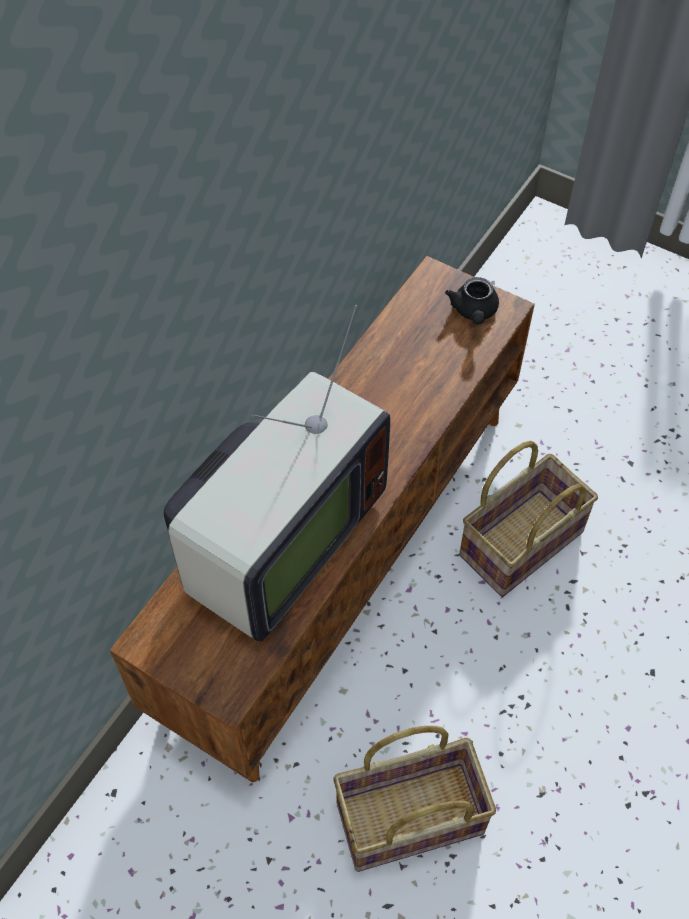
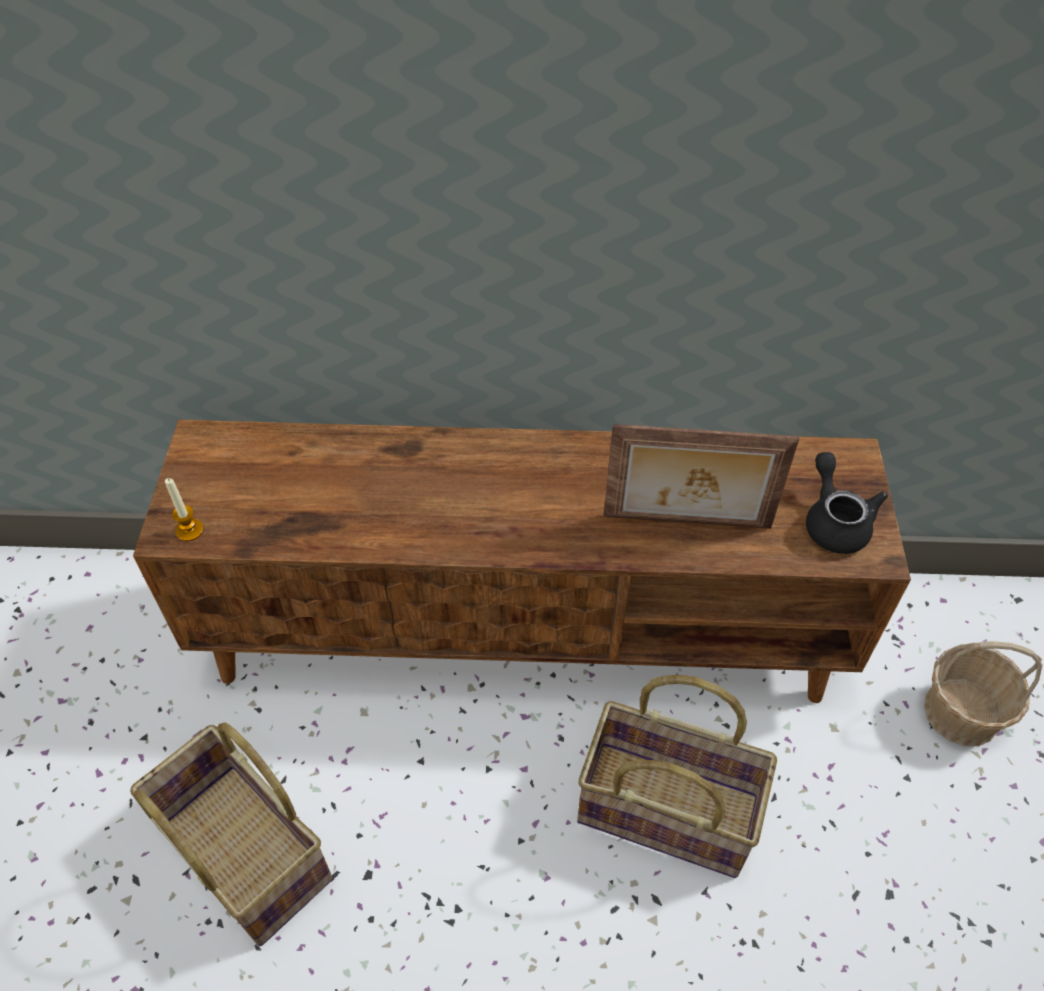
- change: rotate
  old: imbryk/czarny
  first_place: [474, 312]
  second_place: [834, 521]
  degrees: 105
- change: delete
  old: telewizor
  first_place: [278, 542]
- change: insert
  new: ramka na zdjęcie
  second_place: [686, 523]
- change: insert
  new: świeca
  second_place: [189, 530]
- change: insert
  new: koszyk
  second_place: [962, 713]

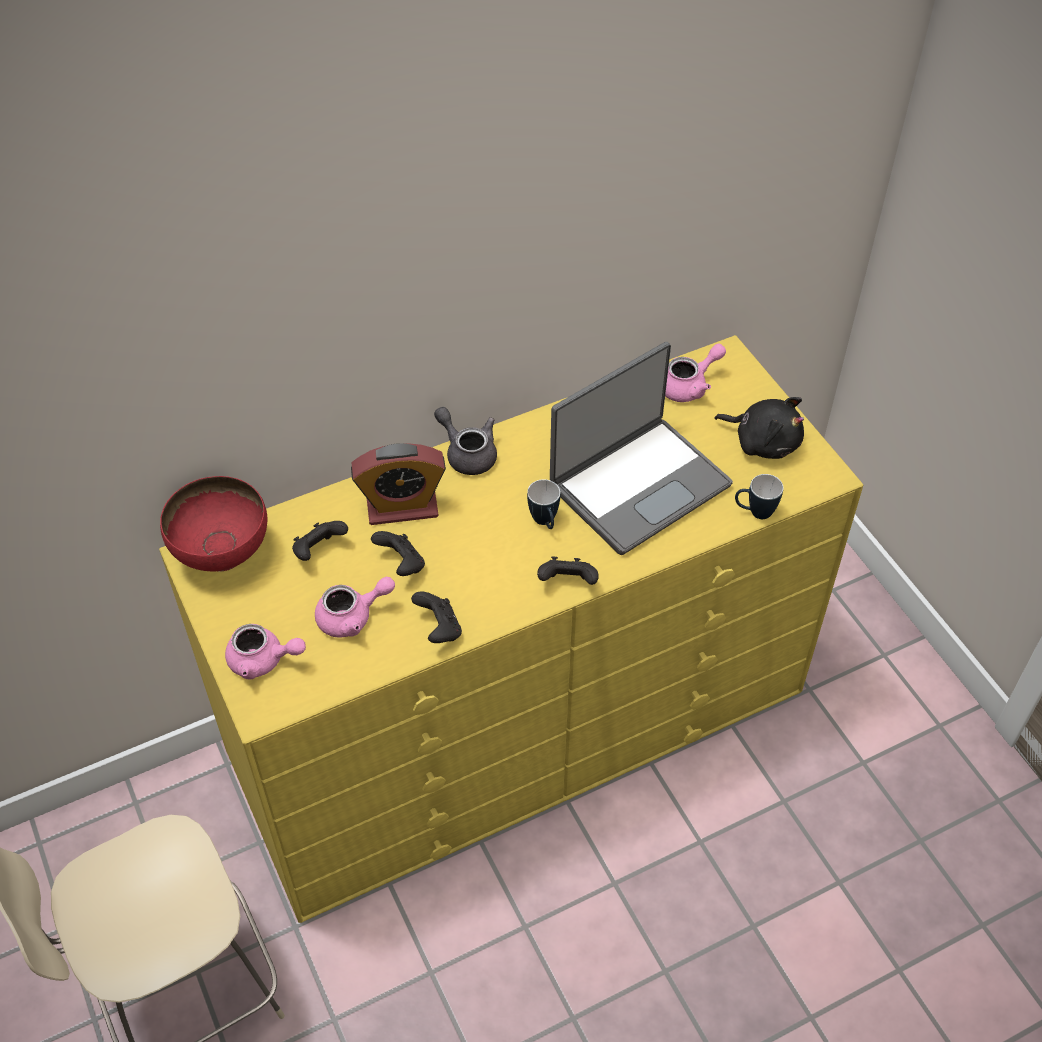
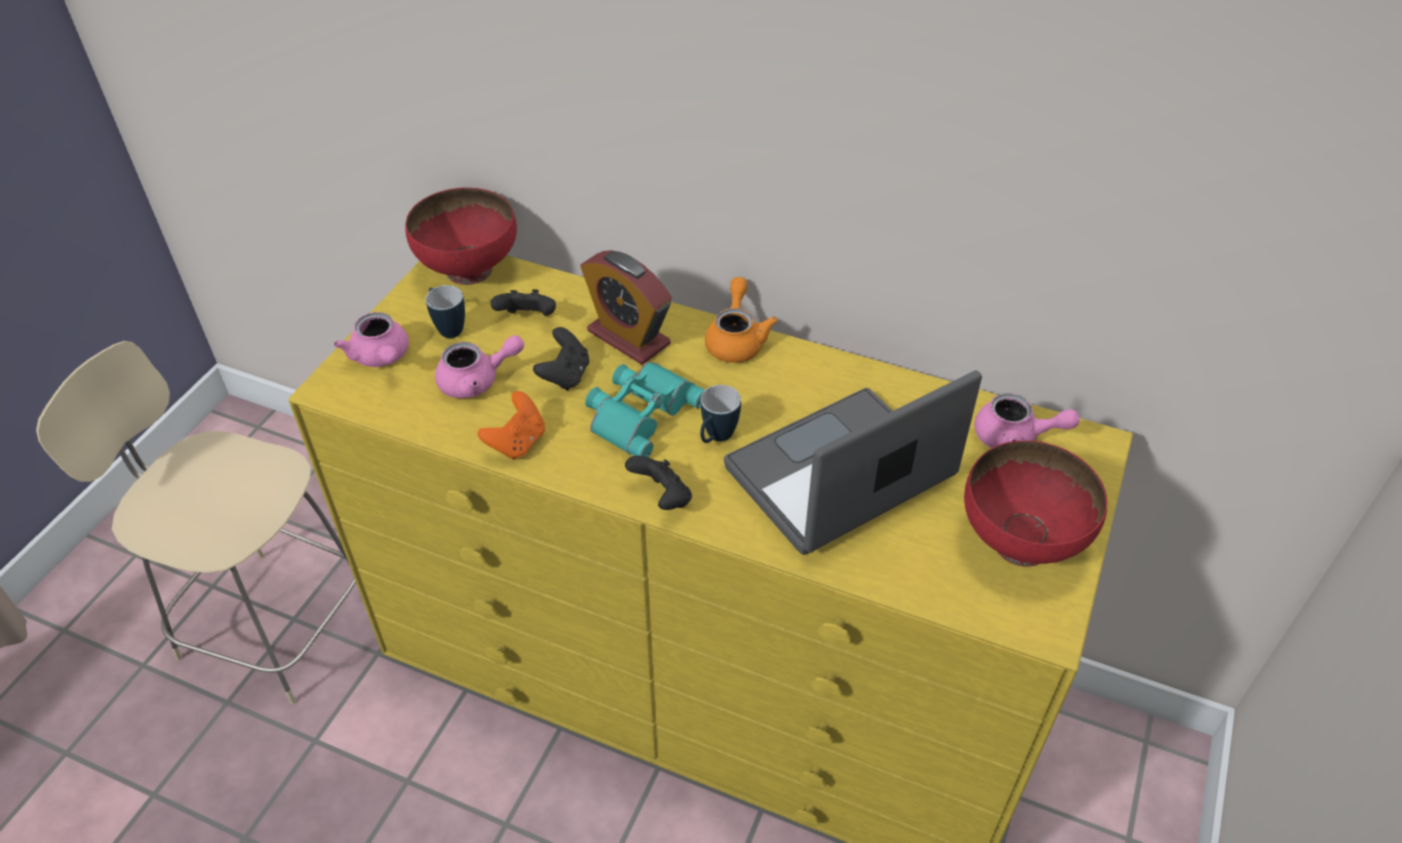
- change: rotate
  old: laptop
  first_place: [638, 484]
  second_place: [841, 476]
  degrees: 135
- change: replace
  old: pluszak/czarny
  new: miska/czerwony
  first_place: [763, 441]
  second_place: [1020, 541]
- change: recolor
  old: imbryk/szary
  new: imbryk/pomarańczowy
  first_place: [467, 453]
  second_place: [736, 340]
- change: move
  old: kubek
  first_place: [754, 512]
  second_place: [447, 328]
- change: rotate
  old: imbryk/różowy
  first_place: [352, 617]
  second_place: [477, 381]
  degrees: -45
- change: recolor
  old: pad do gier/czarny
  new: pad do gier/pomarańczowy
  first_place: [439, 629]
  second_place: [517, 442]
- change: insert
  new: lornetka/turkusowy
  second_place: [640, 412]

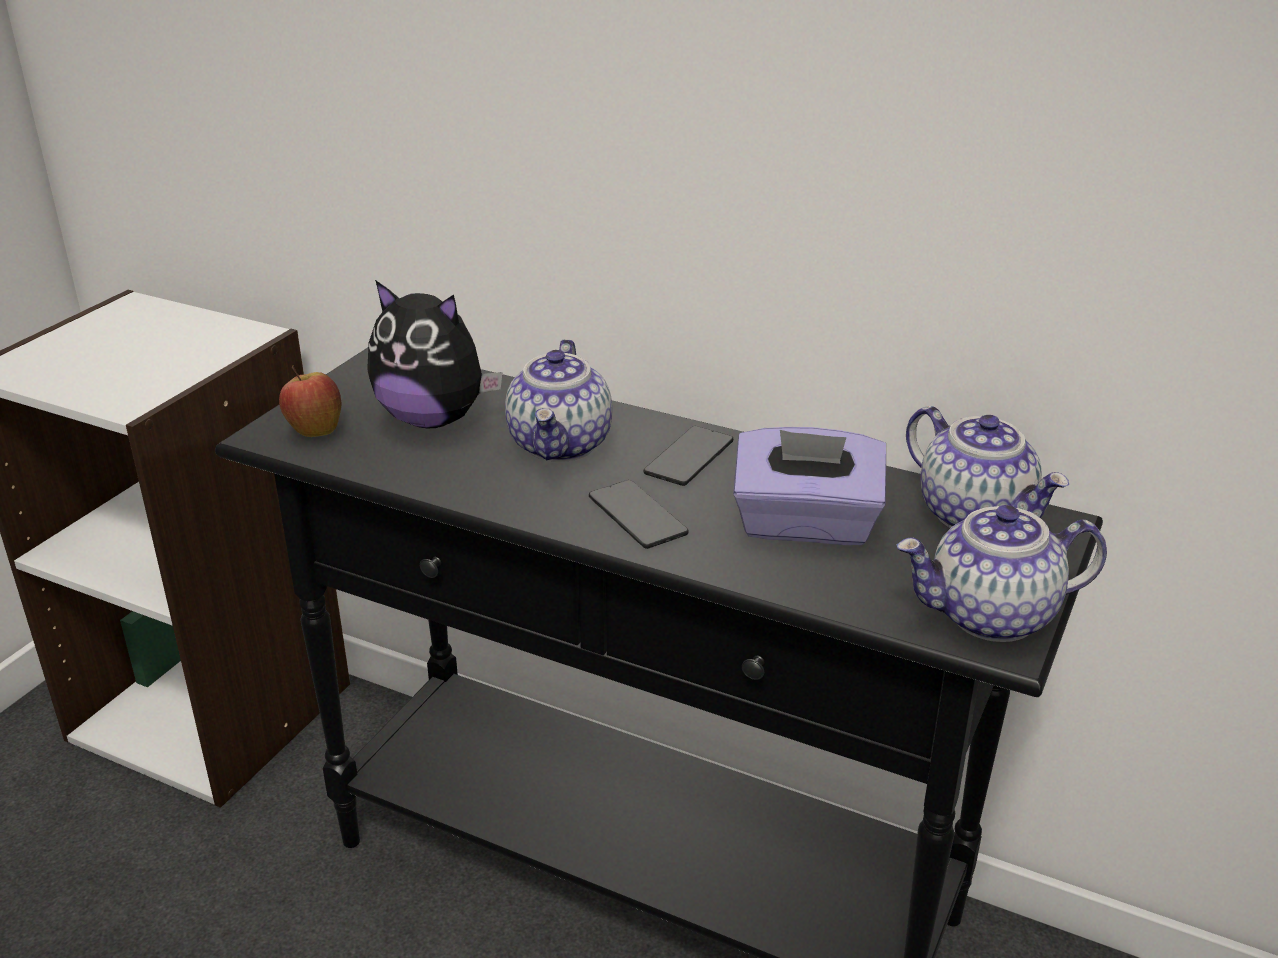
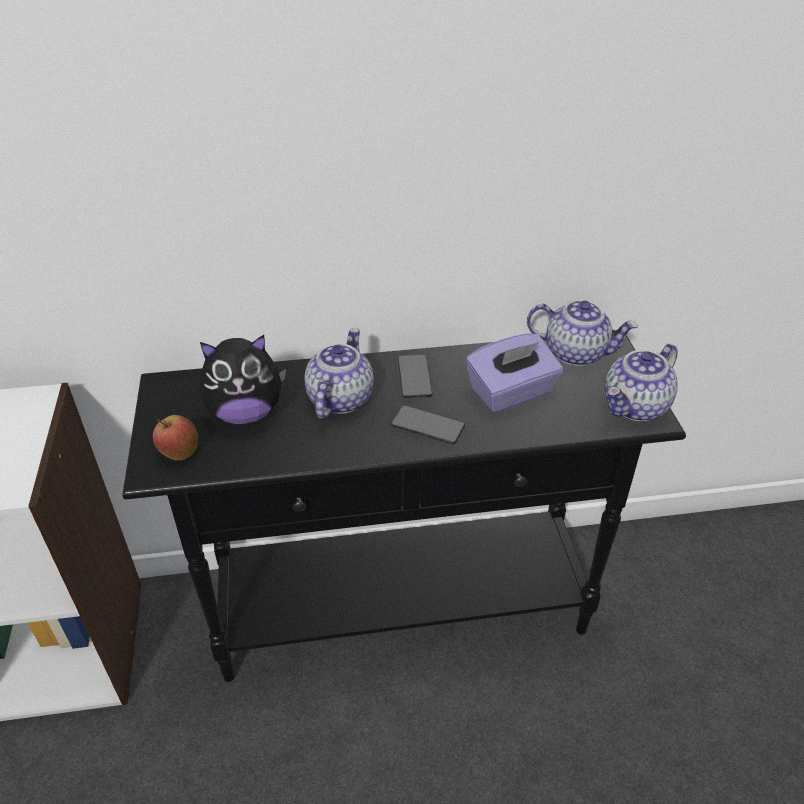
- change: rotate
  old: imbryk
  first_place: [561, 445]
  second_place: [339, 398]
  degrees: -135

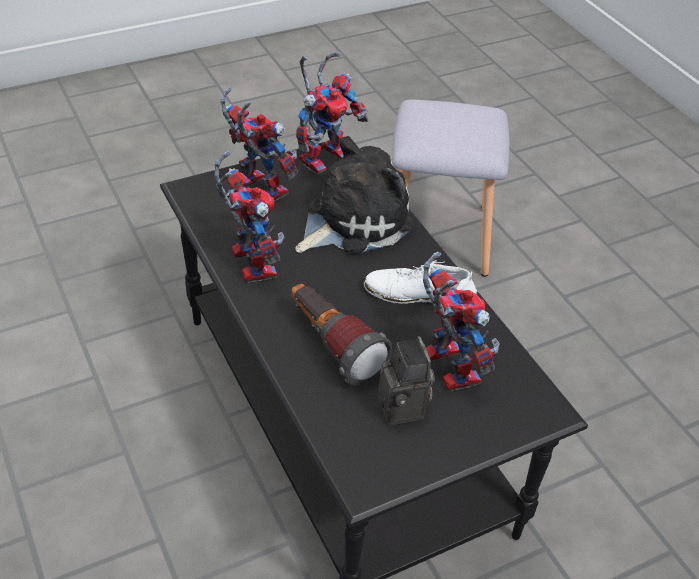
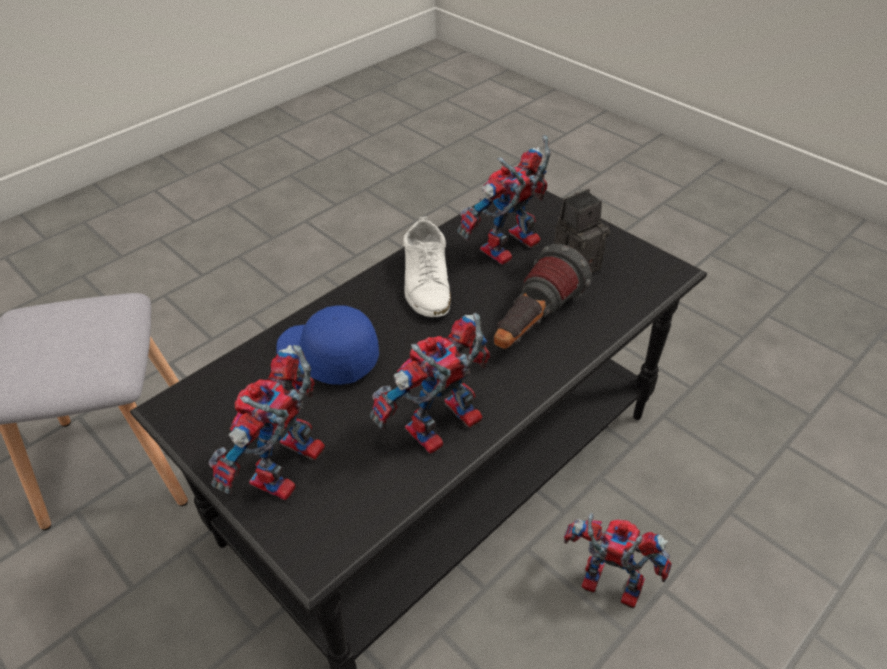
- change: move
  old: robot zabawkowy
  first_place: [324, 155]
  second_place: [605, 586]
- change: replace
  old: pluszak
  new: czapka z daszkiem/niebieski
  first_place: [352, 221]
  second_place: [327, 357]

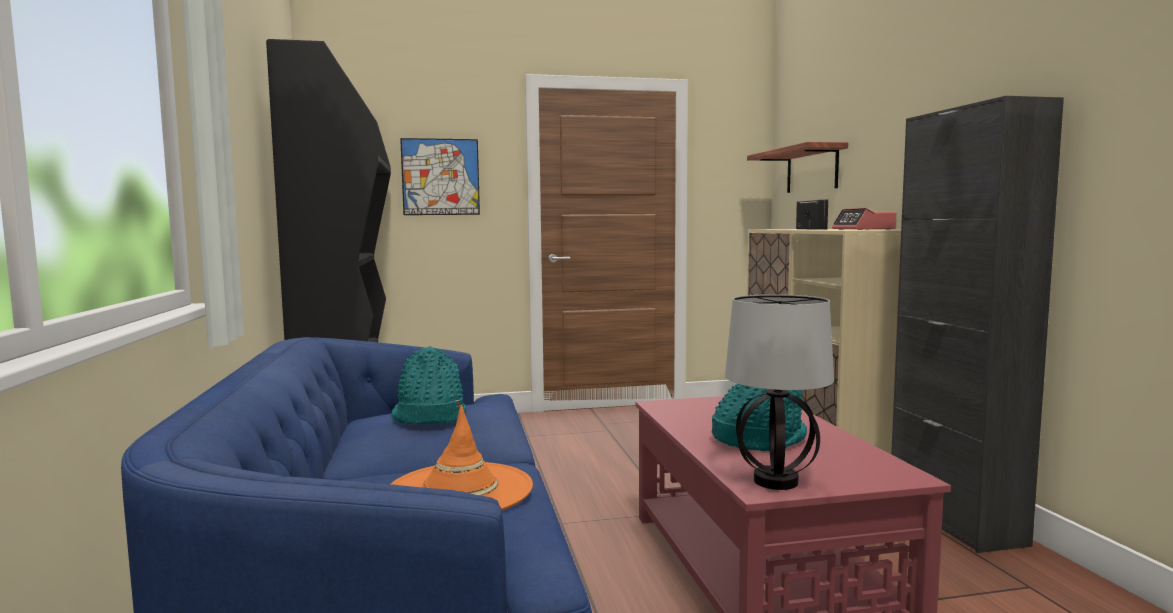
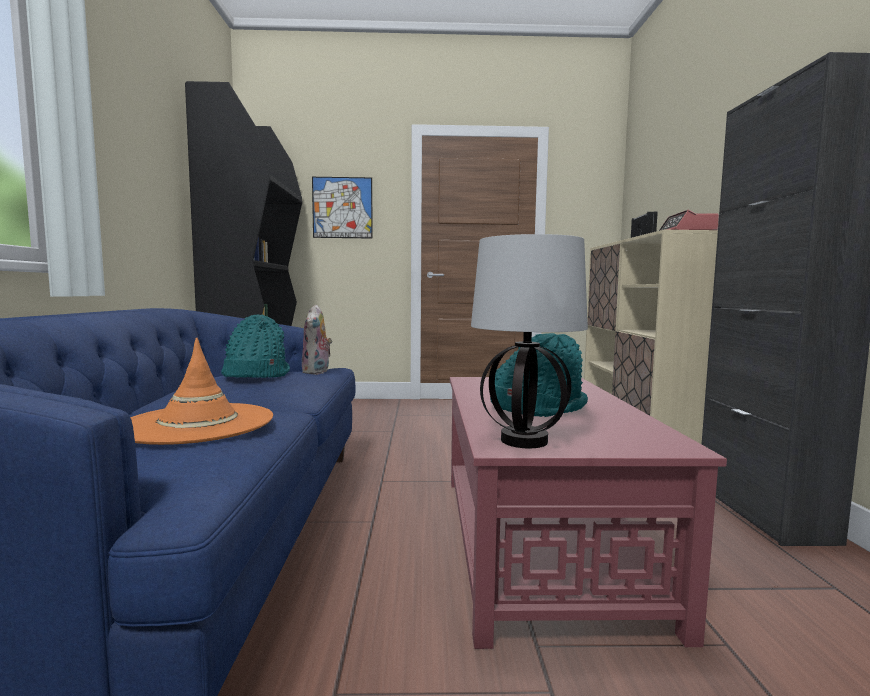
- change: delete
  old: półka
  first_place: [812, 170]
- change: insert
  new: pluszak
  second_place: [317, 372]

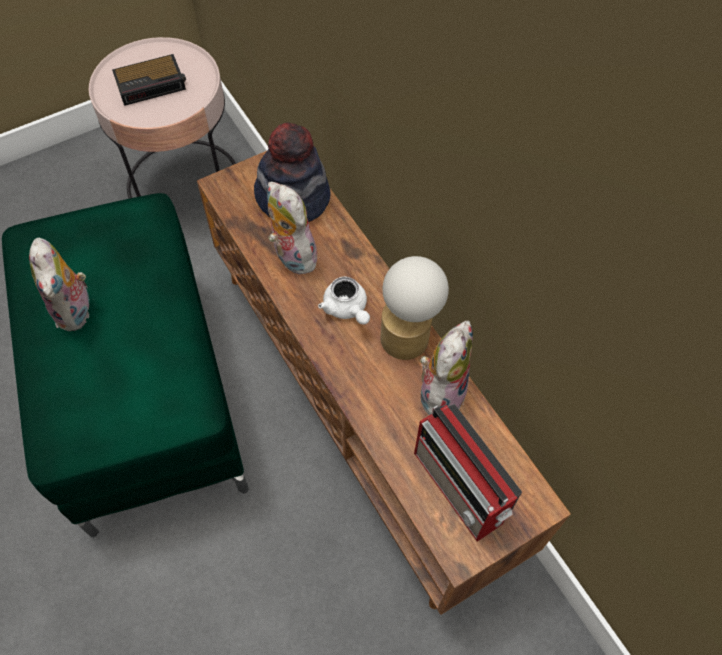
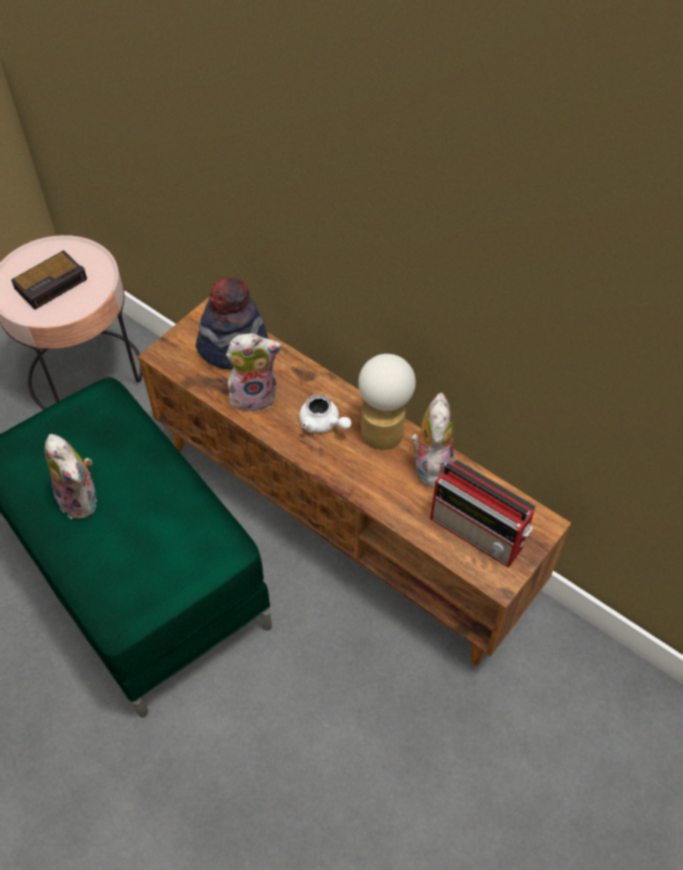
- change: rotate
  old: pluszak
  first_place: [291, 256]
  second_place: [254, 394]
  degrees: 135

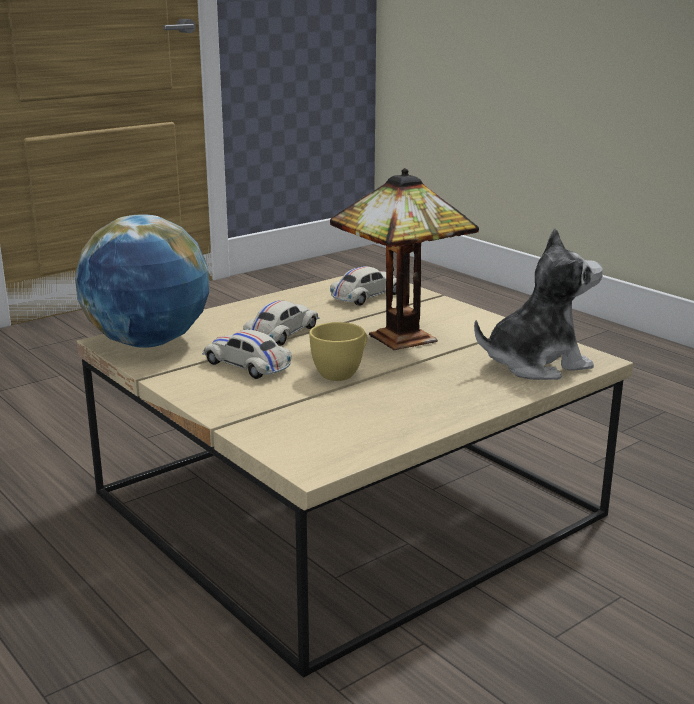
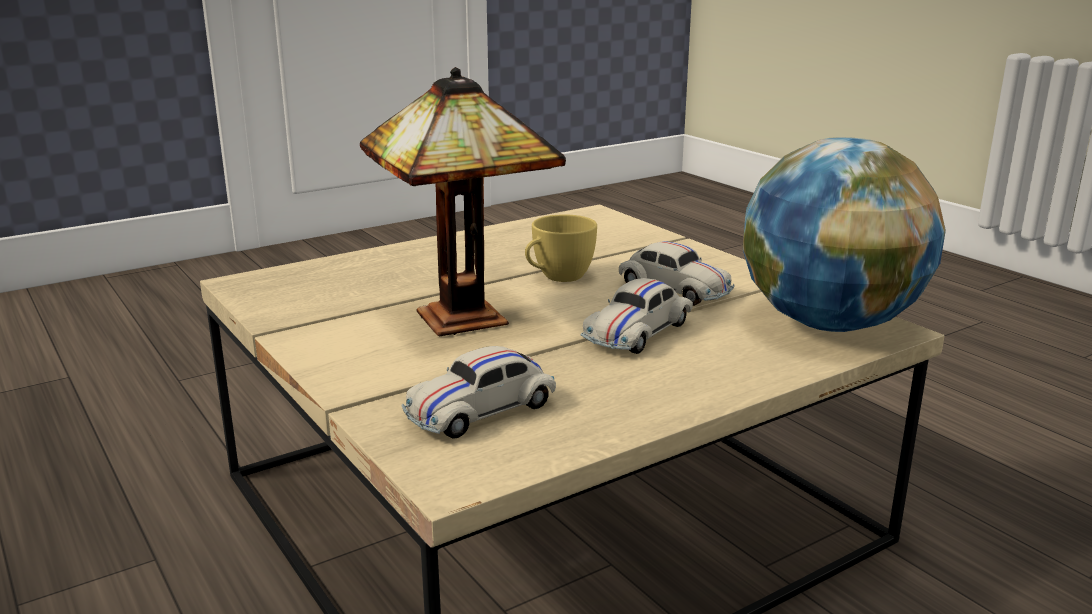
- change: delete
  old: pluszak
  first_place: [535, 364]

